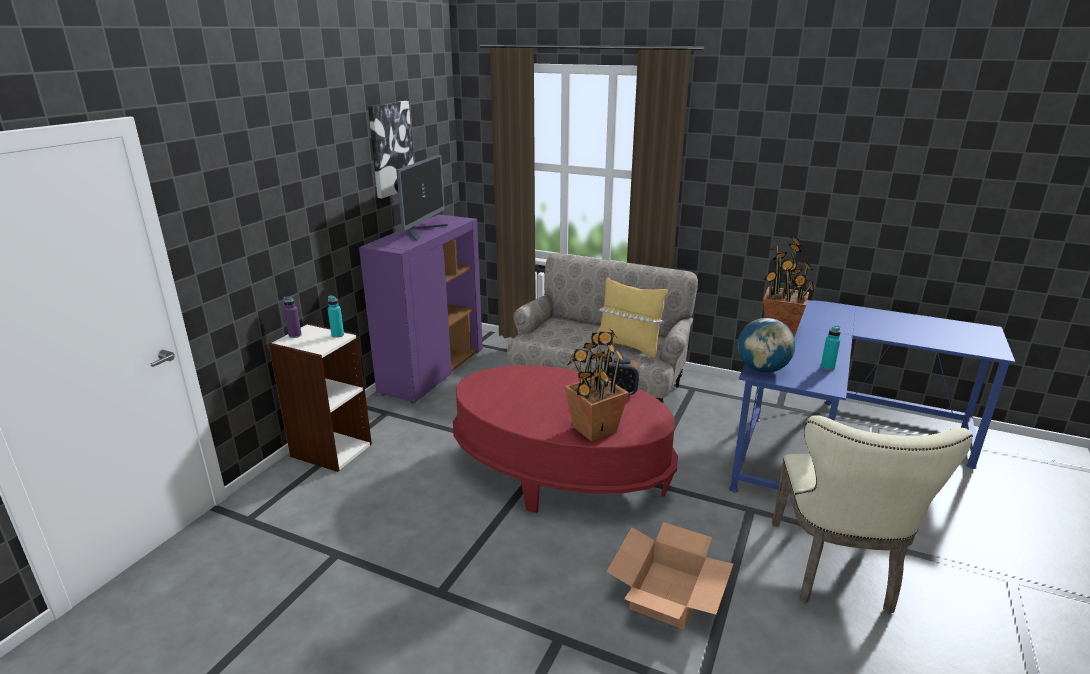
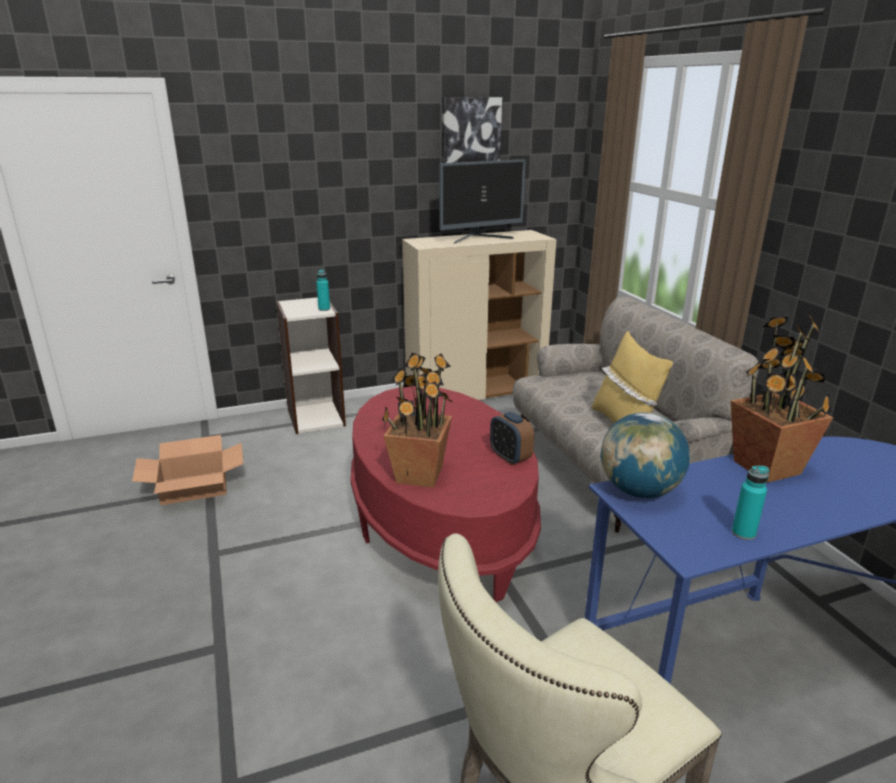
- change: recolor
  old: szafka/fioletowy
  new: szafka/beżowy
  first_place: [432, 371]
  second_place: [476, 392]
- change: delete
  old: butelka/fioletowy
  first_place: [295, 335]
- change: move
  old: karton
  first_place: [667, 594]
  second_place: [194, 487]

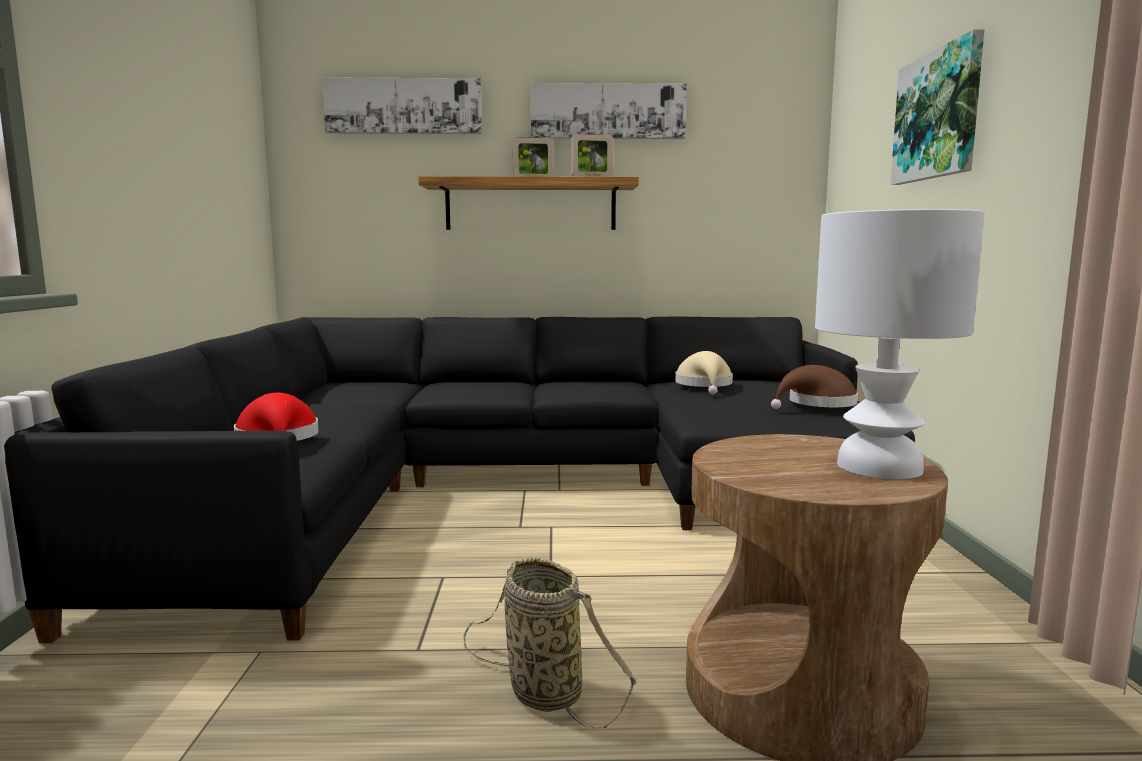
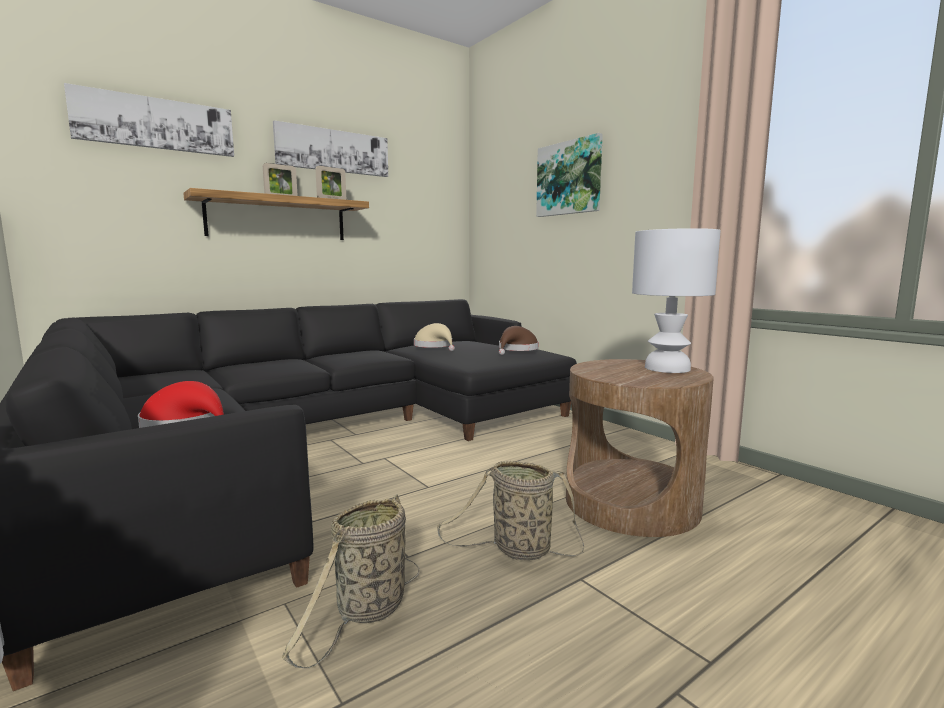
- change: insert
  new: koszyk
  second_place: [368, 611]

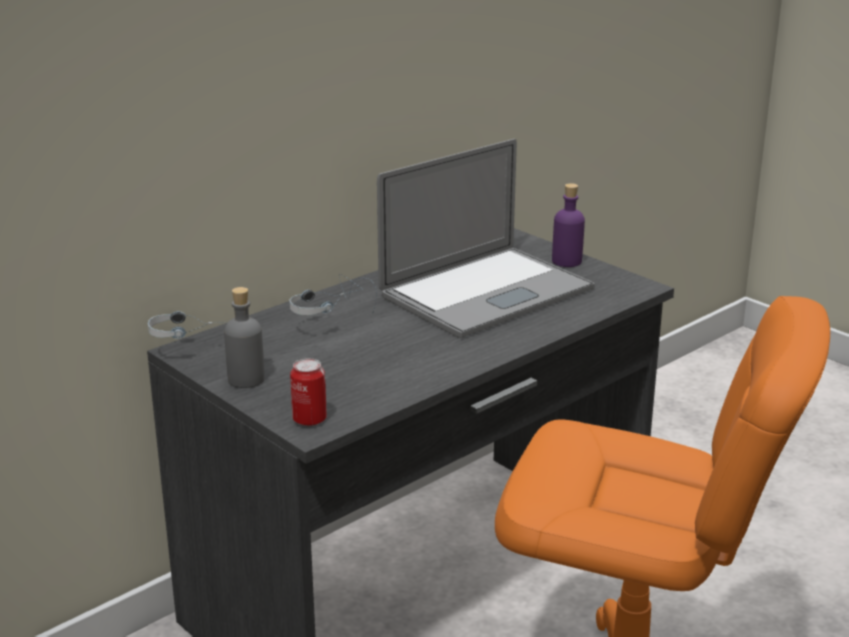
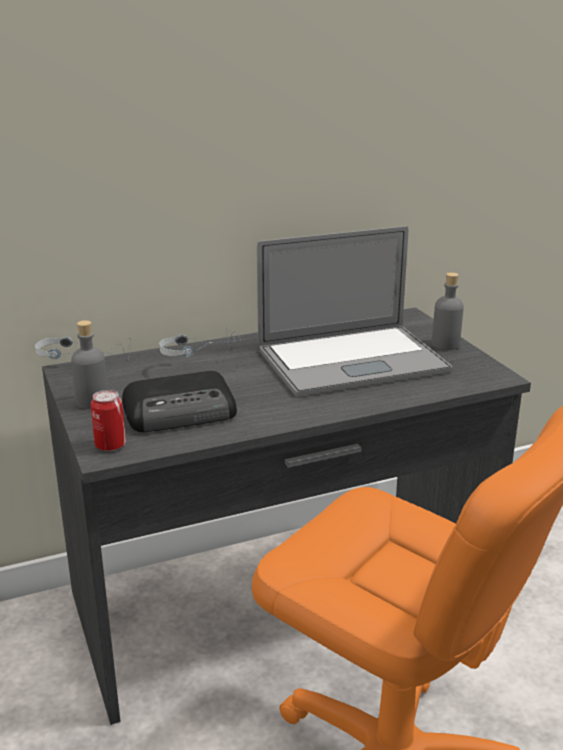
- change: recolor
  old: butelka/fioletowy
  new: butelka/szary
  first_place: [567, 261]
  second_place: [445, 344]
- change: insert
  new: radio
  second_place: [182, 412]

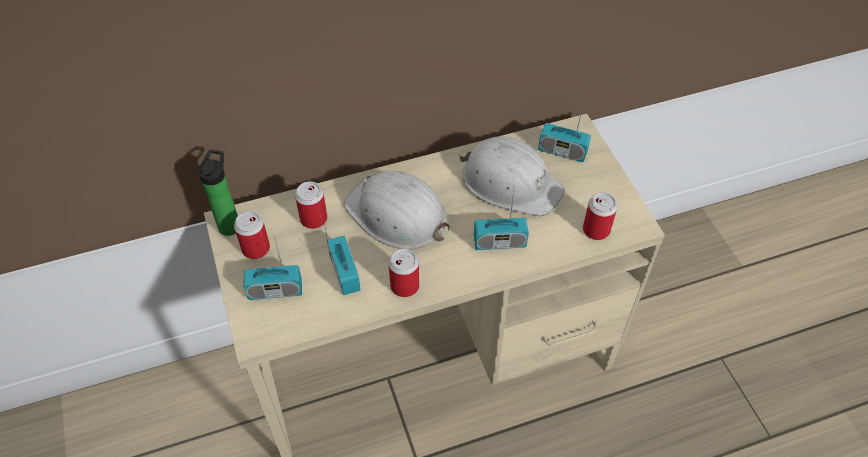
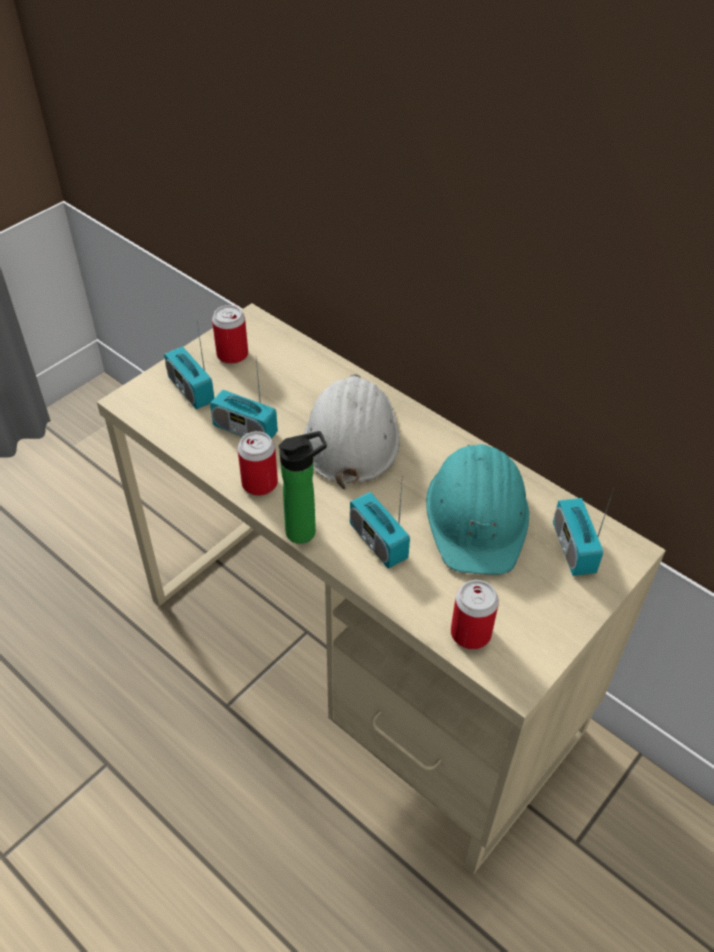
- change: recolor
  old: kask/biały
  new: kask/turkusowy
  first_place: [510, 182]
  second_place: [477, 516]
- change: move
  old: butelka
  first_place: [230, 224]
  second_place: [305, 531]
- change: delete
  old: puszka
  first_place: [314, 219]
- change: rotate
  old: radio
  first_place: [345, 273]
  second_place: [245, 430]
  degrees: 75

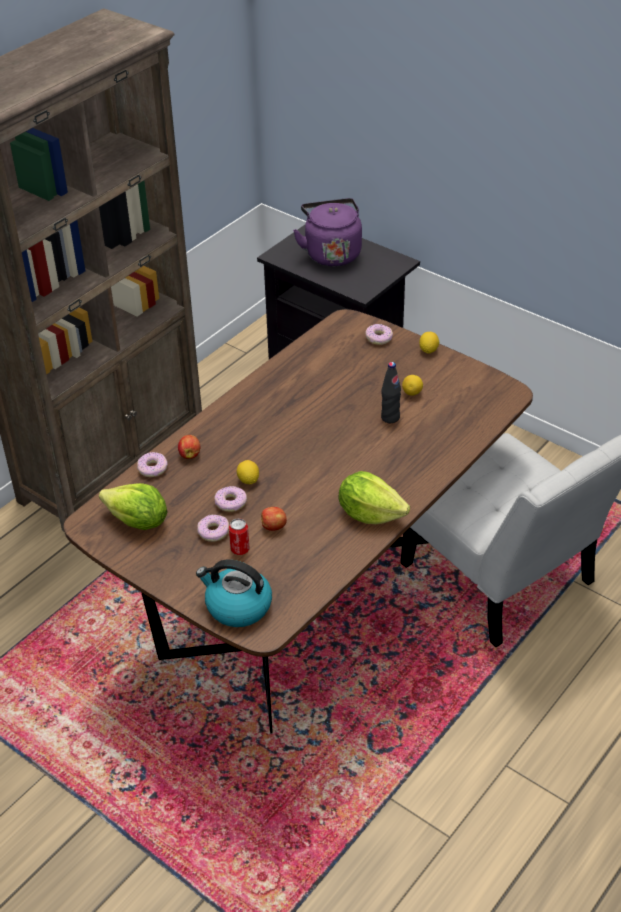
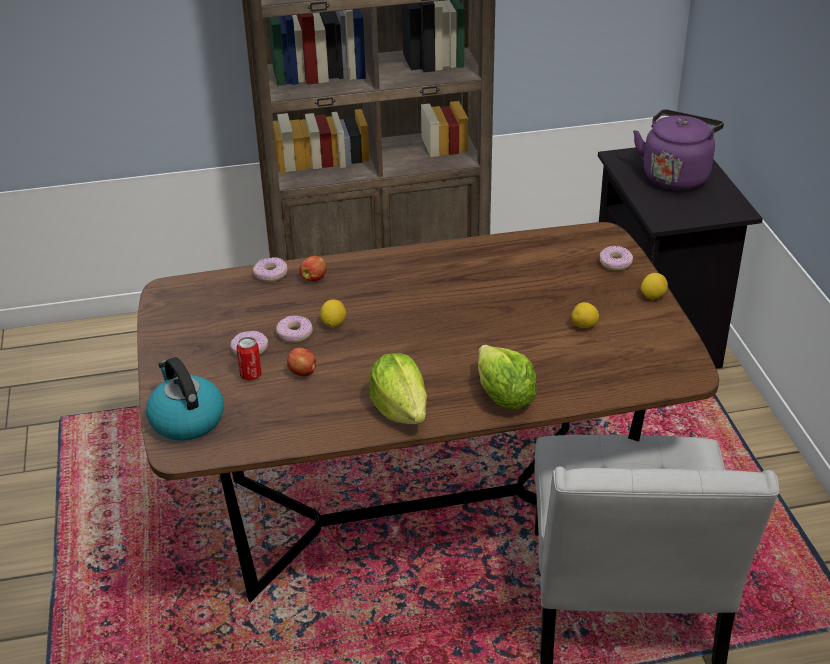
- change: delete
  old: butelka/czarny
  first_place: [390, 417]
- change: move
  old: sałata
  first_place: [138, 522]
  second_place: [504, 397]

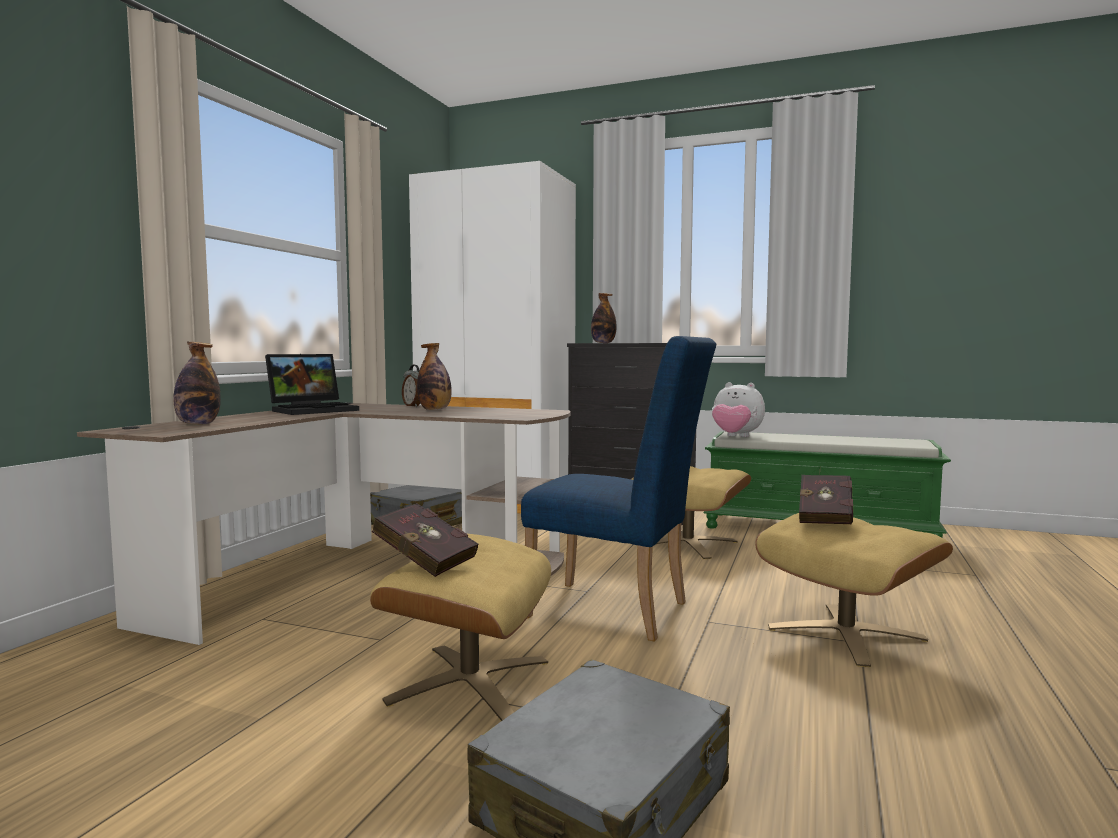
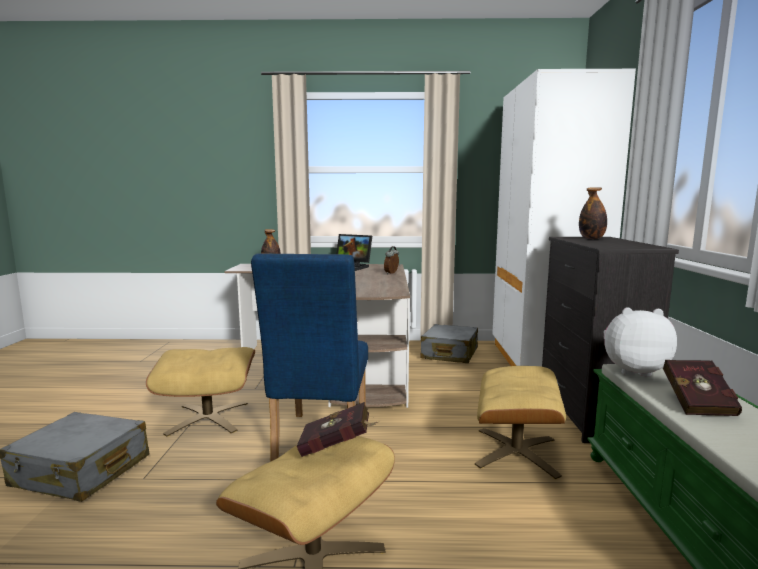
- change: delete
  old: butelka
  first_place: [435, 409]
- change: rotate
  old: pluszak
  first_place: [736, 437]
  second_place: [632, 371]
  degrees: 90
- change: move
  old: książka/czerwony
  first_place: [423, 561]
  second_place: [696, 402]

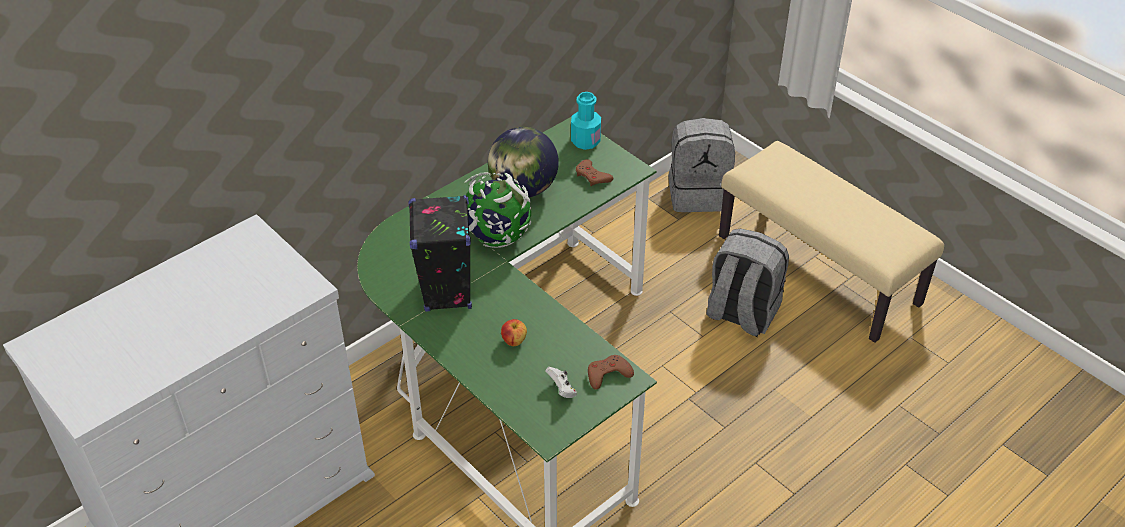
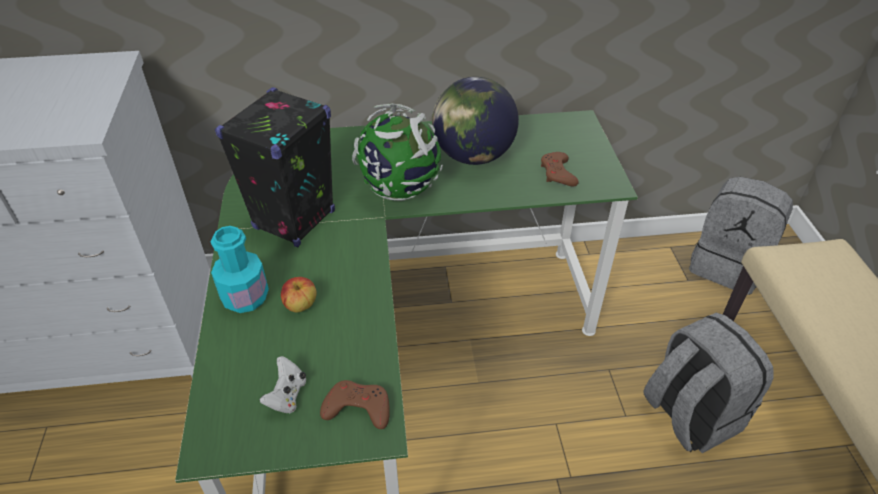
- change: move
  old: butelka/turkusowy
  first_place: [585, 141]
  second_place: [245, 297]

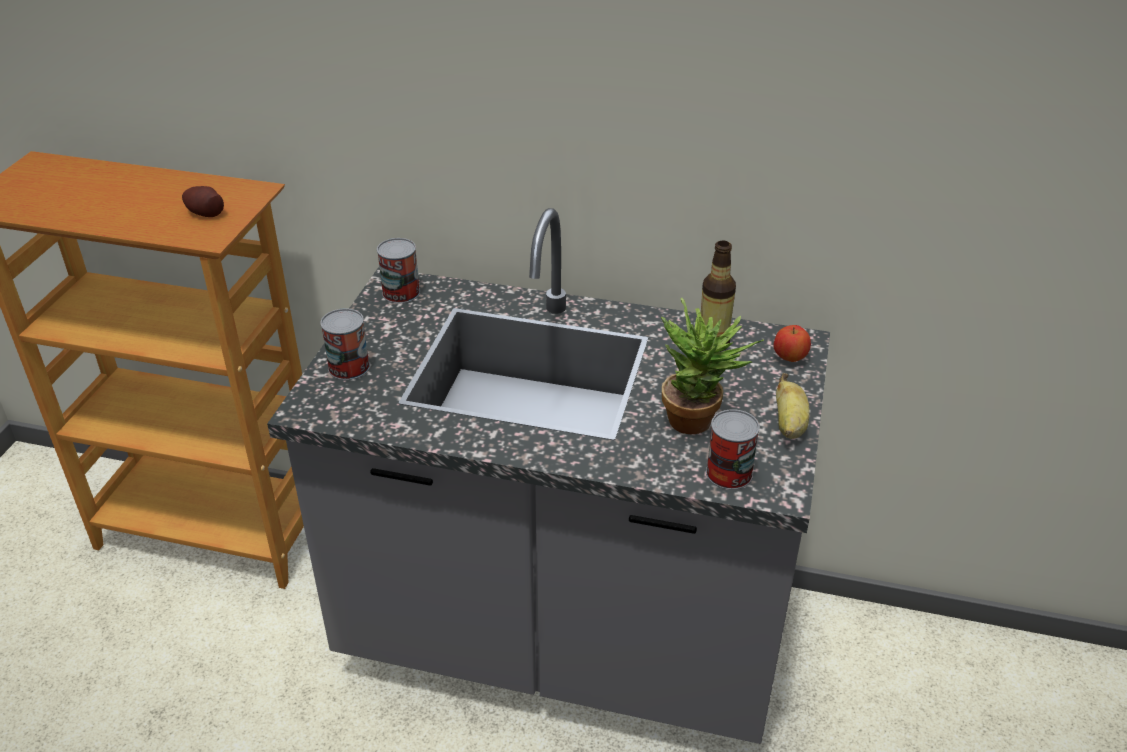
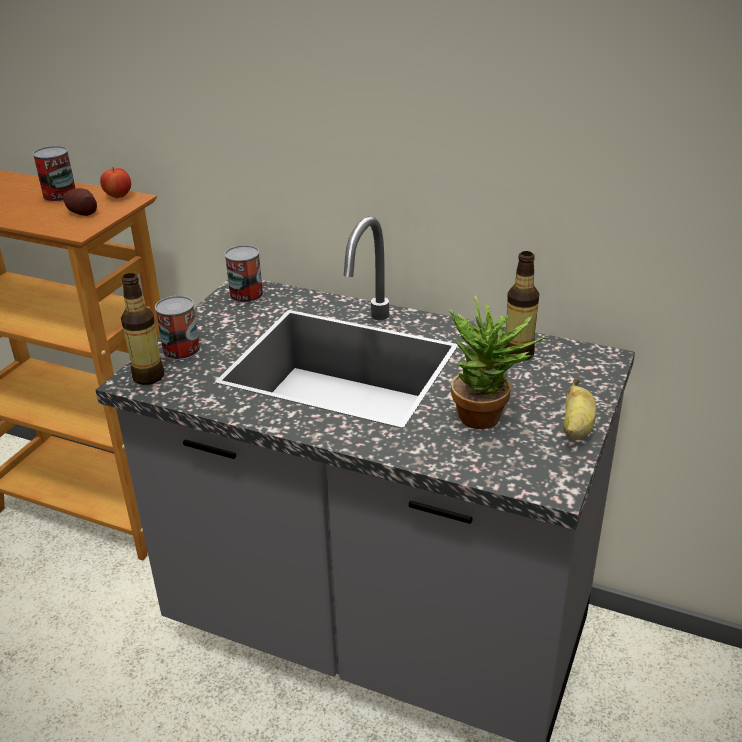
- change: move
  old: jabłko
  first_place: [789, 358]
  second_place: [118, 197]
- change: move
  old: puszka
  first_place: [729, 473]
  second_place: [60, 195]
- change: insert
  new: butelka
  second_place: [148, 377]

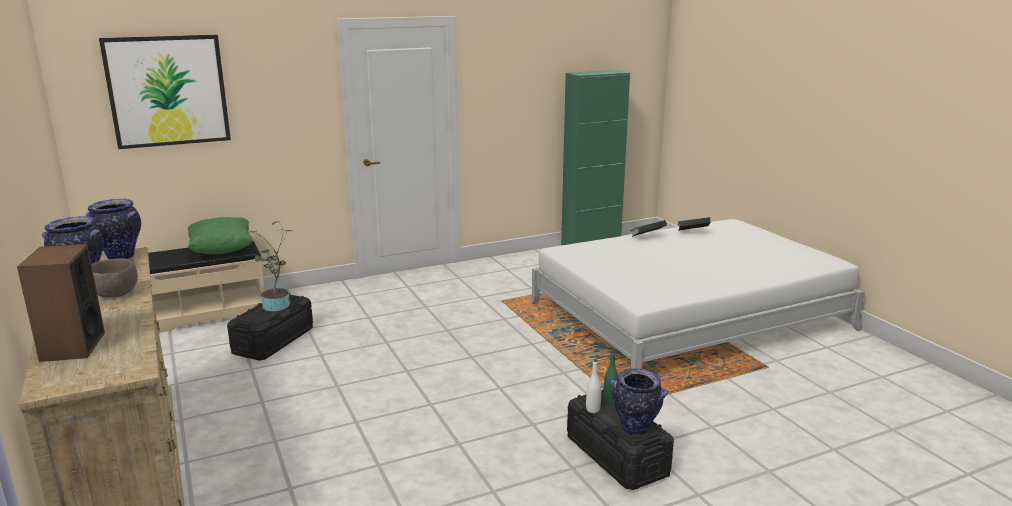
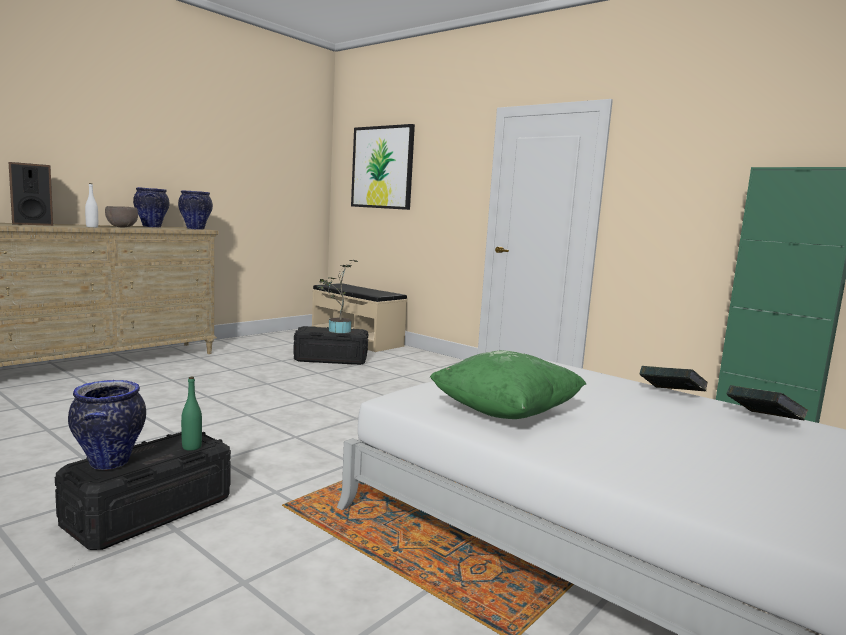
- change: move
  old: poduszka/zielony
  first_place: [222, 250]
  second_place: [505, 413]
- change: move
  old: butelka/biały
  first_place: [593, 409]
  second_place: [92, 227]

